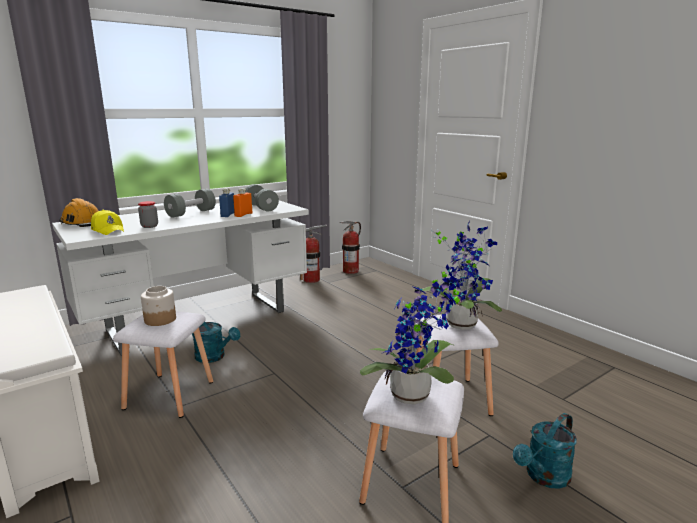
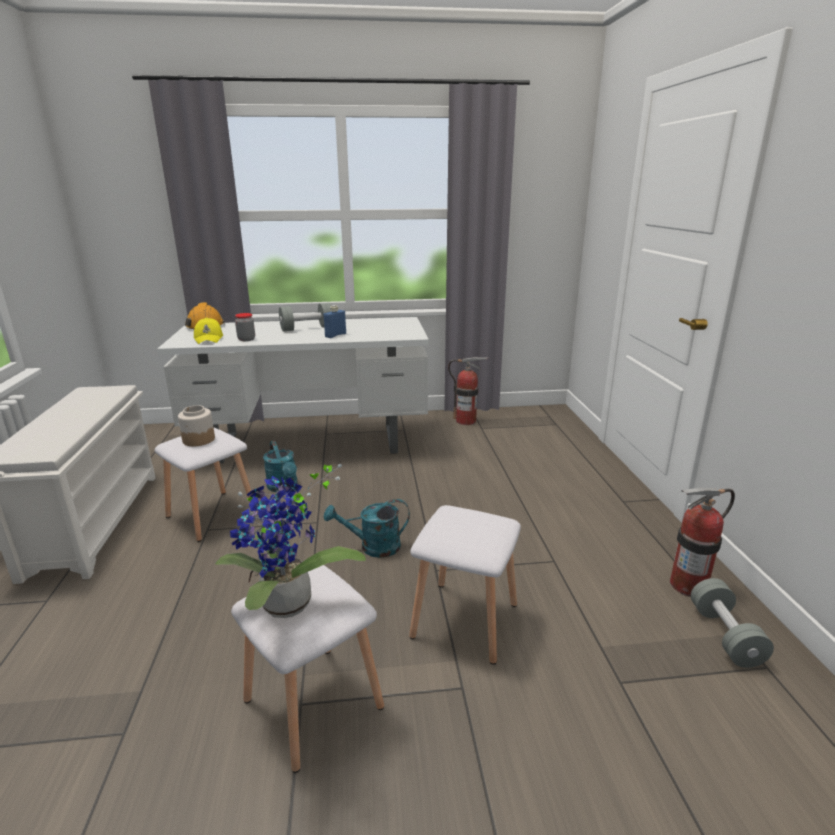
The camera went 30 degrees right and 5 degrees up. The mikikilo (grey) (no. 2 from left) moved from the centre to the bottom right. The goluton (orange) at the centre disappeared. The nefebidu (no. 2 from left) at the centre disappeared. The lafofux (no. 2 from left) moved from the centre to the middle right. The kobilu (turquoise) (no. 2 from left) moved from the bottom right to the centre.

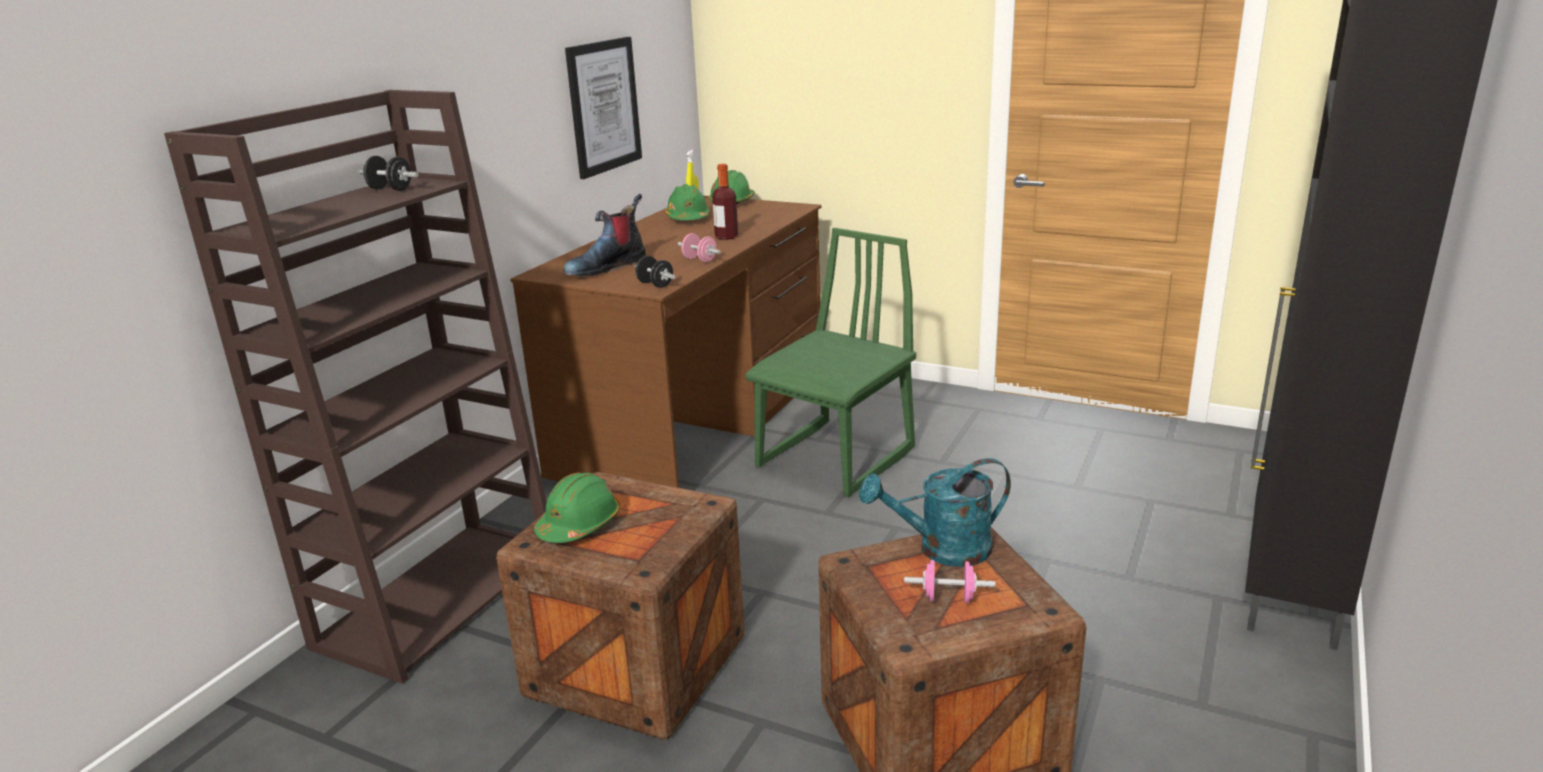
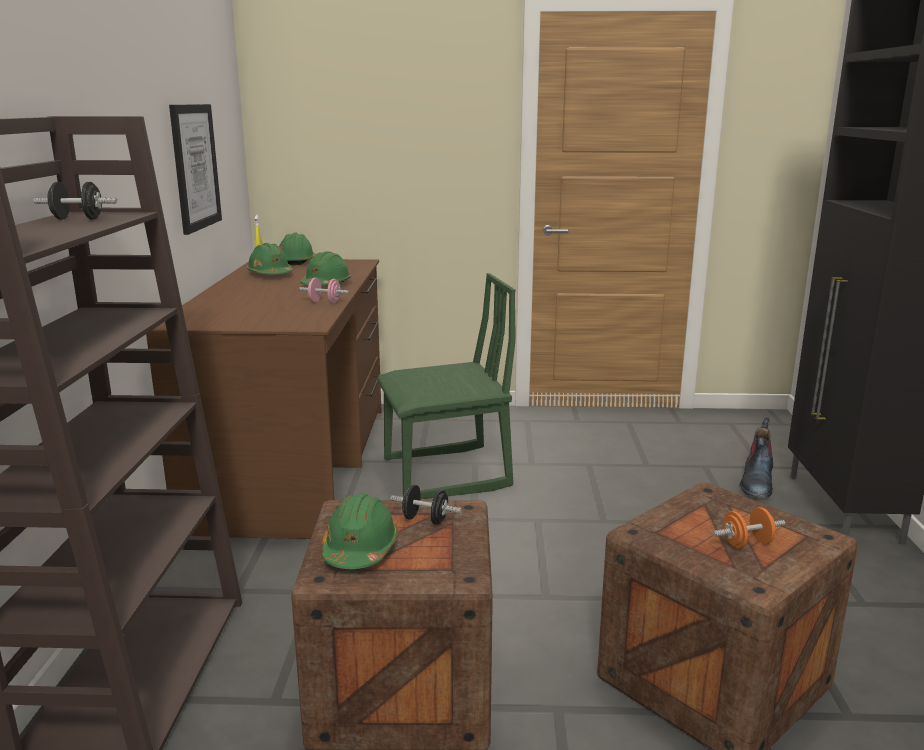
The camera went 25 degrees left and 5 degrees down. The goluton at the top centre was replaced by the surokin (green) (no. 3 from left) at the centre. The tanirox moved from the top centre to the middle right. The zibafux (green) at the centre turned 60 degrees clockwise. The mikikilo (black) (no. 2 from left) moved from the centre to the bottom centre. The kobilu (turquoise) at the centre disappeared. The mikikilo (pink) (no. 2 from left) at the bottom centre became the mikikilo (orange) at the bottom right.

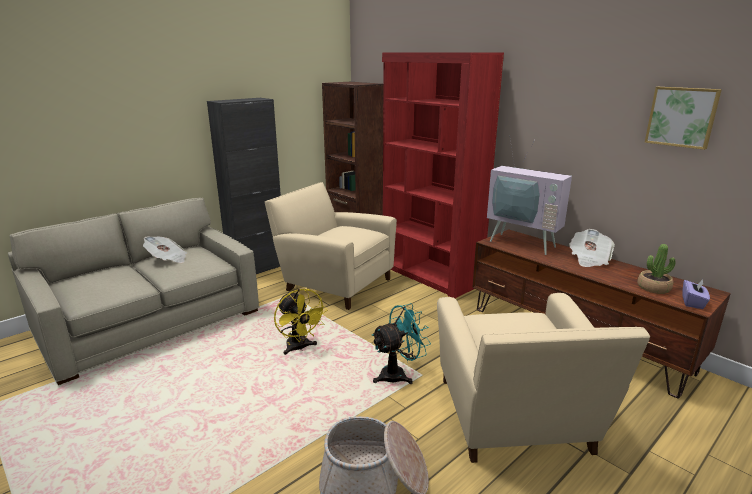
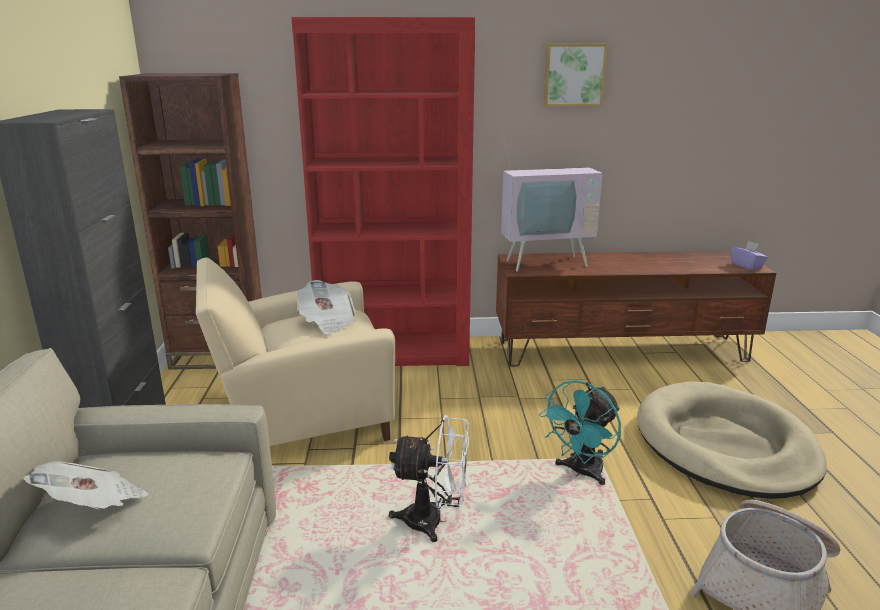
The camera went 50 degrees left and 0 degrees up. The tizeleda moved from the top right to the top centre. The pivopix (no. 2 from left) moved from the middle right to the centre. The nefebidu at the middle right disappeared. The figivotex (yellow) at the centre became the figivotex (white) at the bottom centre. The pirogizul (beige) (no. 2 from left) at the bottom right was replaced by the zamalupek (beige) at the bottom right. The figivotex (turquoise) at the bottom centre turned 150 degrees counterclockwise.

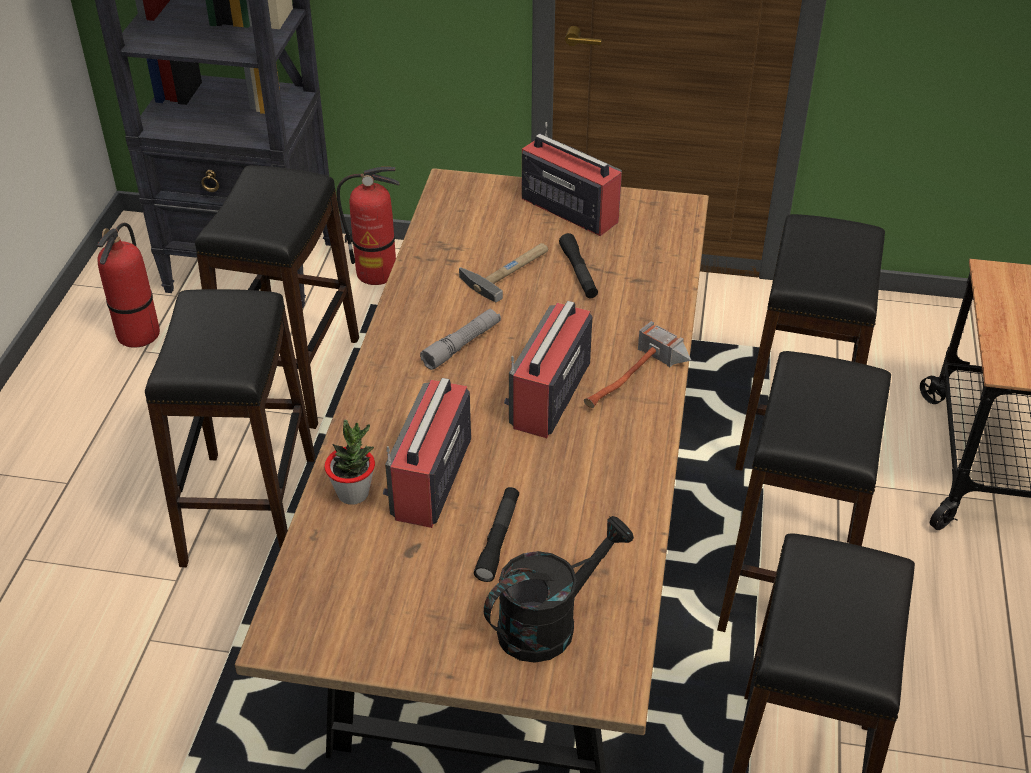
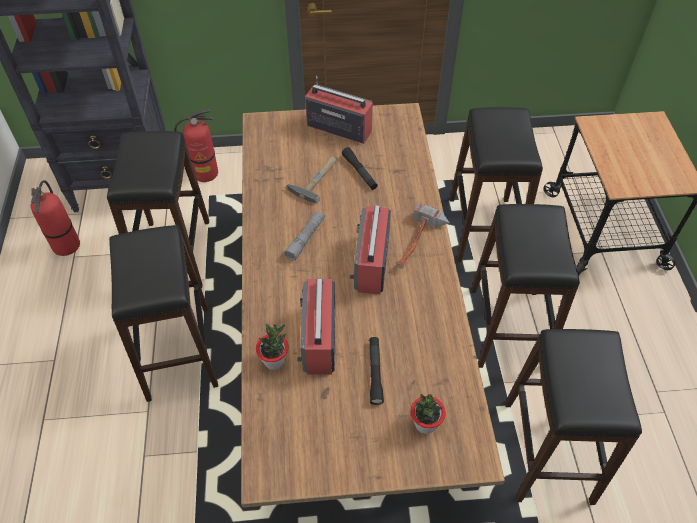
The camera went 15 degrees left and 10 degrees up. The kobilu (black) at the bottom centre was replaced by the nefebidu (no. 2 from left) at the bottom centre.

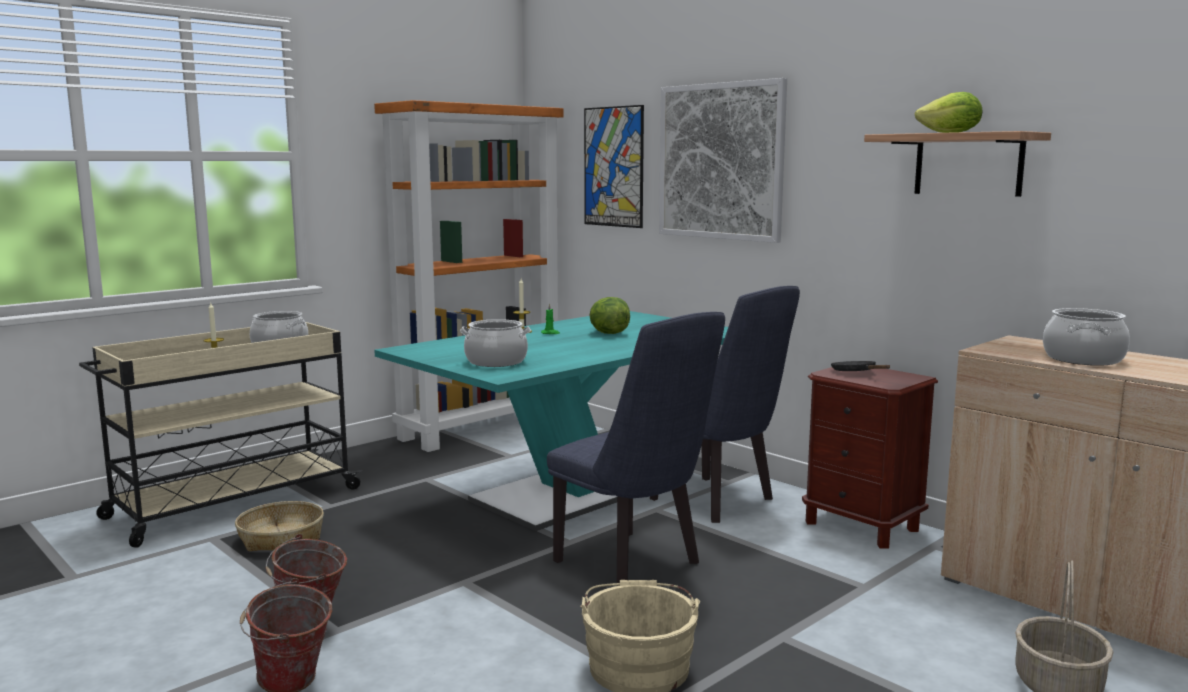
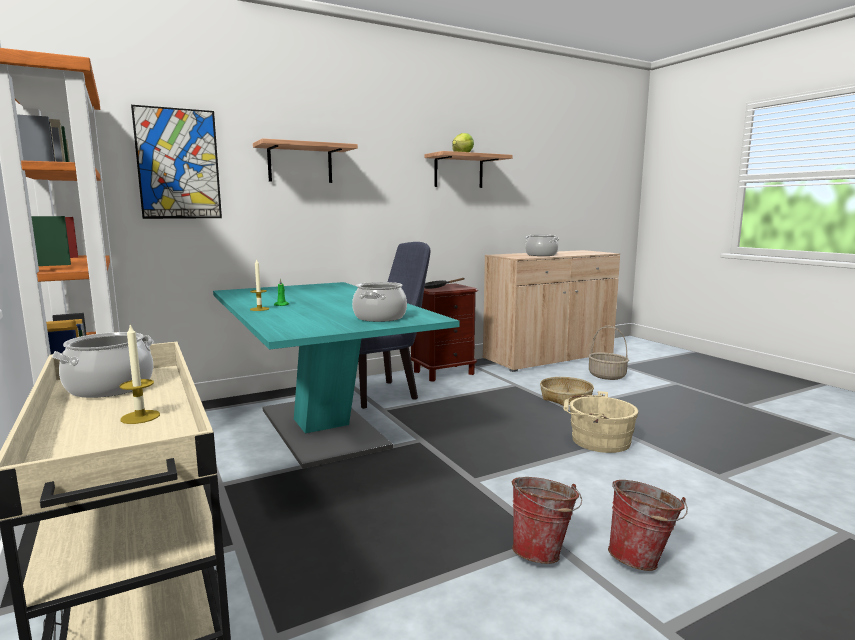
The camera went 75 degrees left and 0 degrees up. The tizeleda (no. 2 from left) at the top centre was replaced by the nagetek (no. 1 from left) at the top centre. The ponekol (no. 1 from left) at the centre disappeared. The zibafux (blue) (no. 1 from left) at the centre disappeared. The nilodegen (no. 1 from left) moved from the bottom left to the centre.

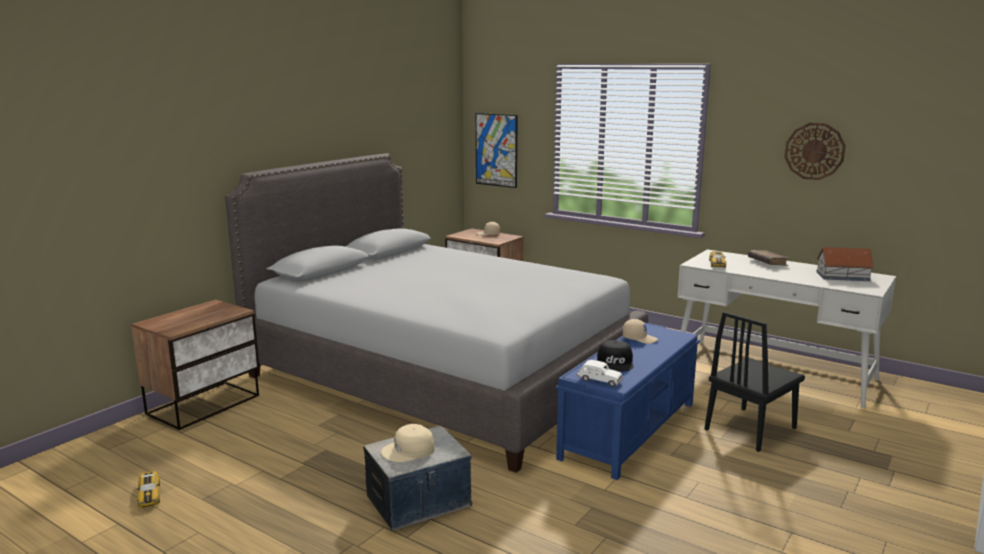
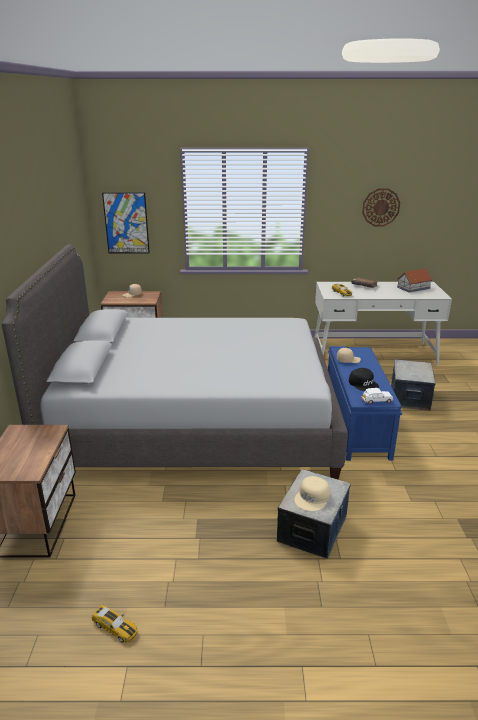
The camera went 35 degrees left and 10 degrees up. The zibafux (black) at the bottom right was replaced by the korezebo (no. 2 from left) at the middle right.

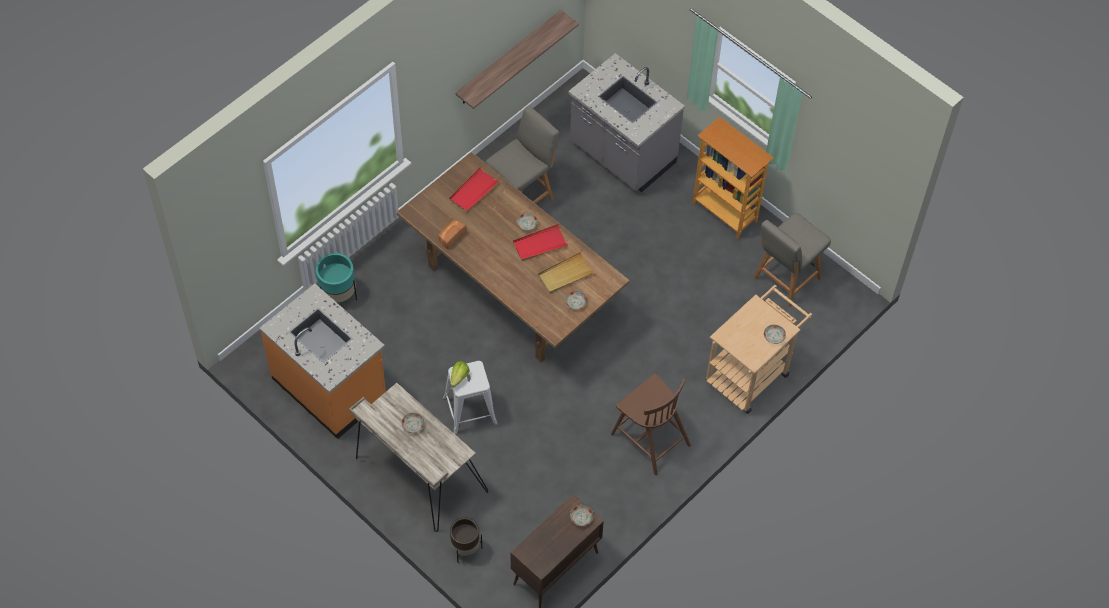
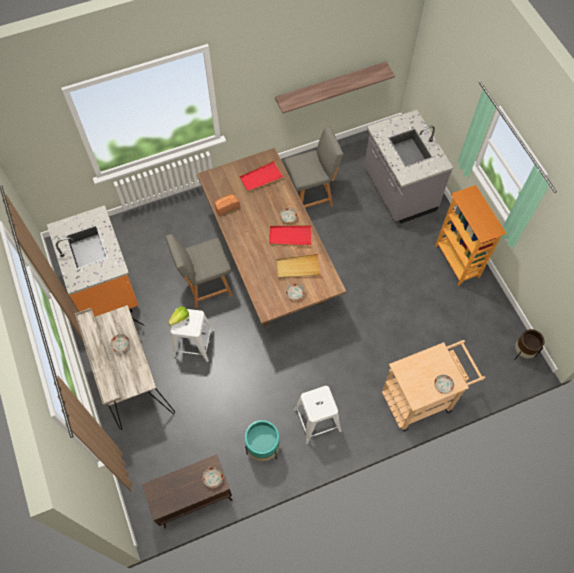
The camera went 25 degrees right and 5 degrees up. The zibafux (grey) (no. 2 from left in the first image) moved from the middle right to the centre. The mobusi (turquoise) moved from the middle left to the bottom centre. The zibafux (brown) at the bottom centre was replaced by the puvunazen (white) (no. 2 from left) at the bottom centre. The mobusi (brown) moved from the bottom centre to the middle right.

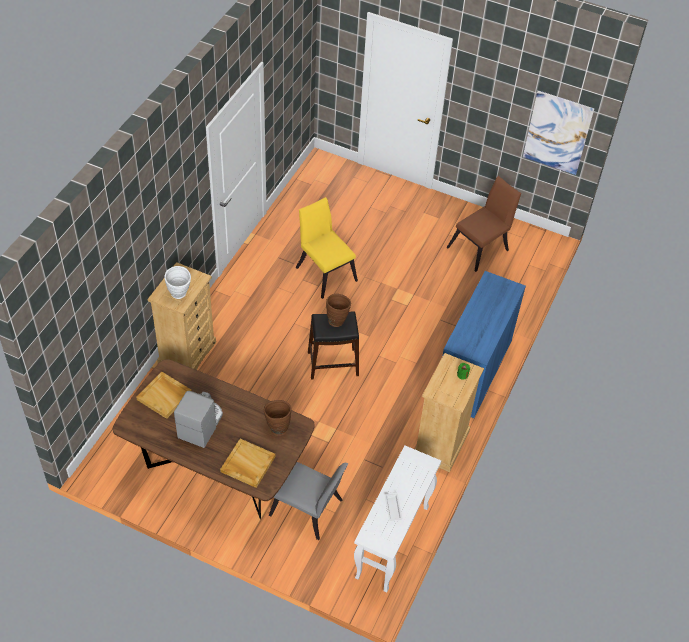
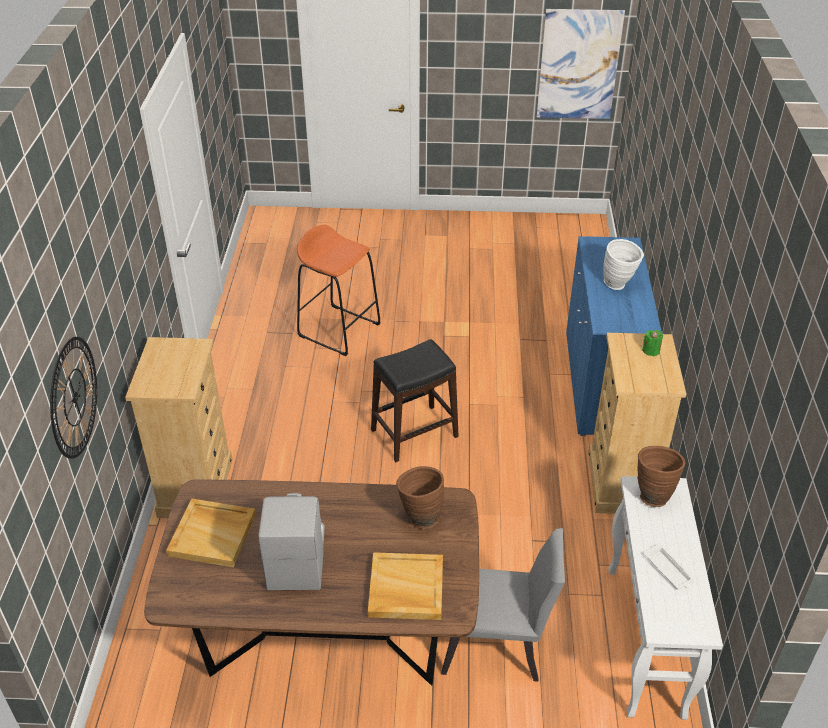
The camera went 20 degrees left and 10 degrees down. The zibafux (brown) at the middle right disappeared. The zibafux (yellow) at the centre was replaced by the puvunazen (orange) at the centre. The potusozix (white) moved from the middle left to the middle right. The potusozix (brown) (no. 2 from left) moved from the centre to the middle right. The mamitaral at the middle left appeared.

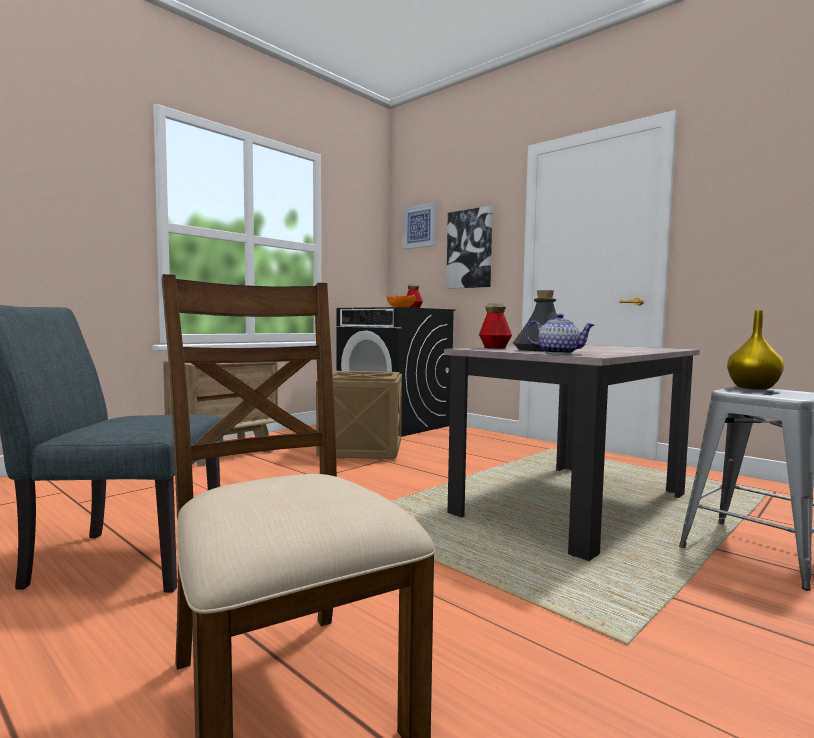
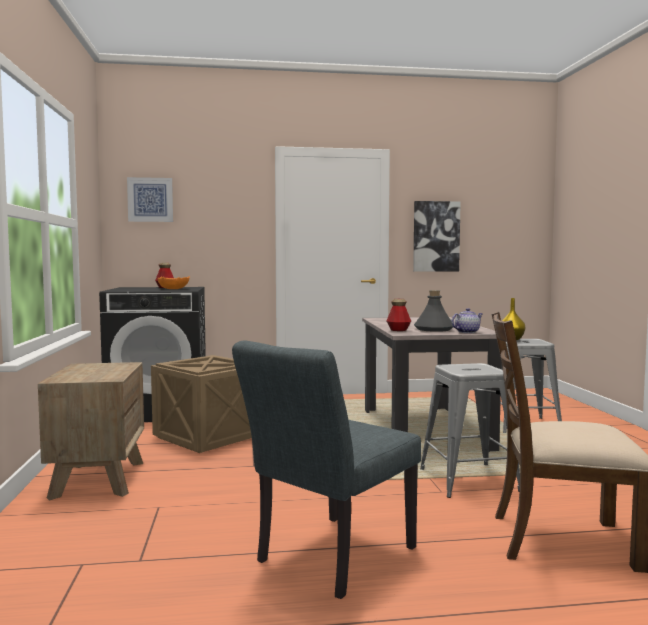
The camera went 50 degrees left and 0 degrees up. The tizeleda (no. 2 from left) moved from the centre to the middle right. The puvunazen (grey) (no. 1 from left) at the bottom right appeared.

